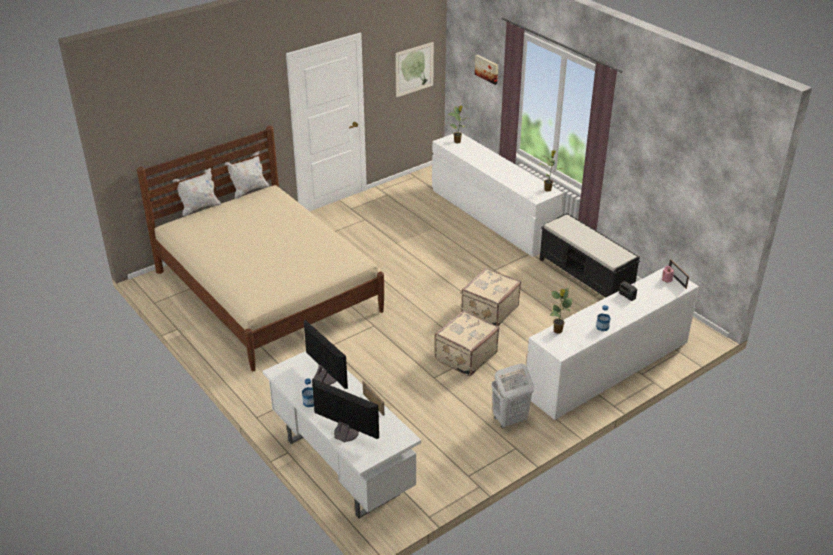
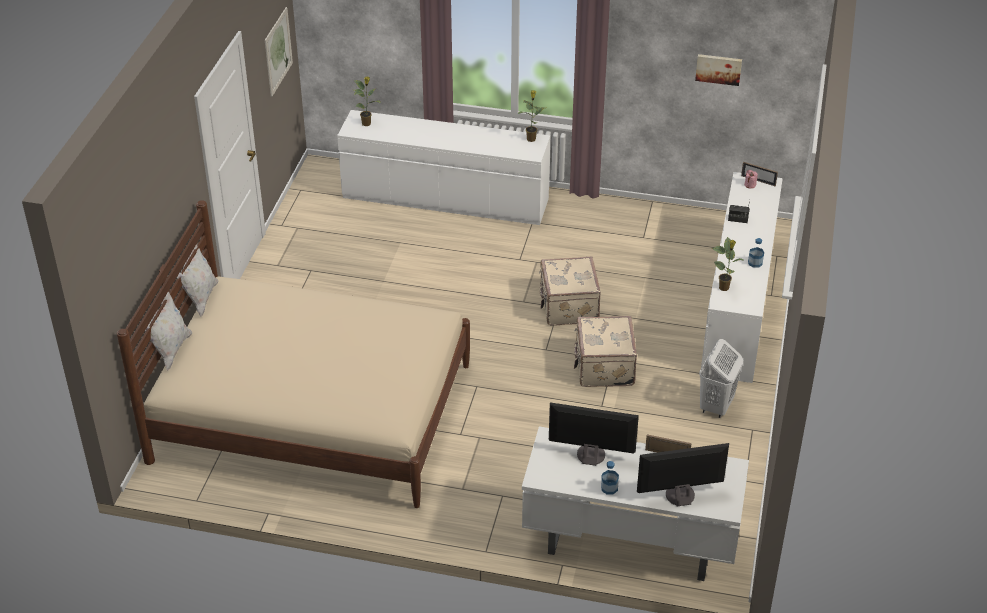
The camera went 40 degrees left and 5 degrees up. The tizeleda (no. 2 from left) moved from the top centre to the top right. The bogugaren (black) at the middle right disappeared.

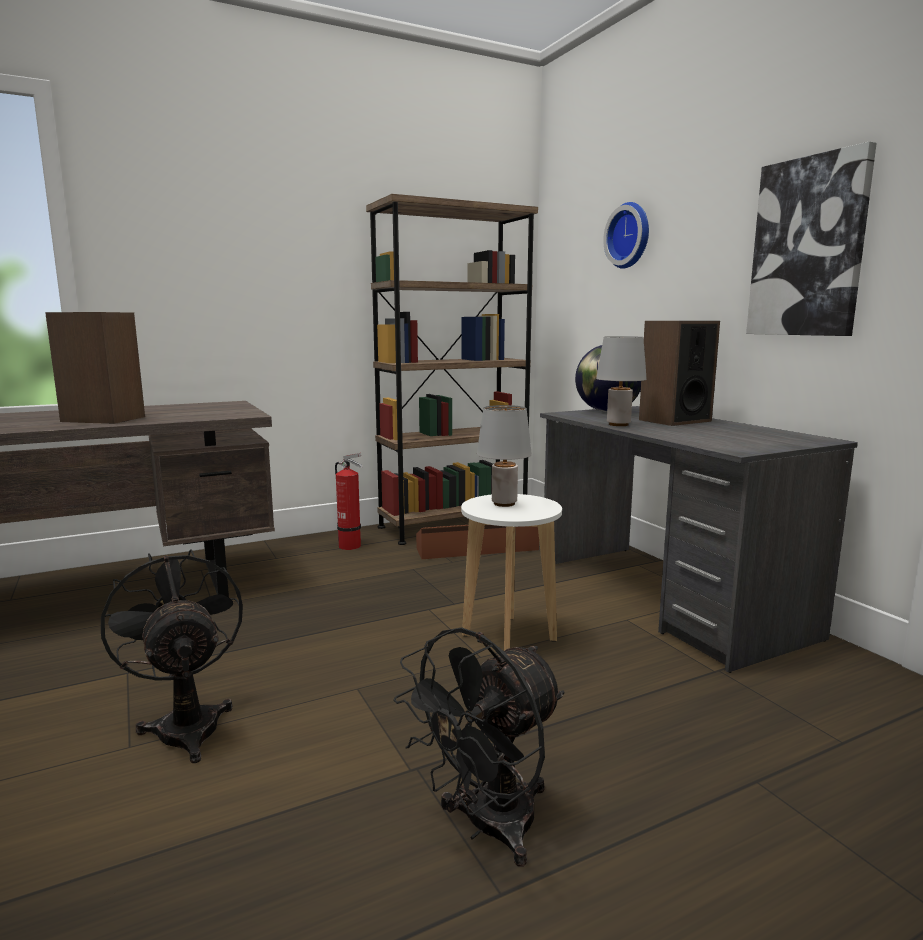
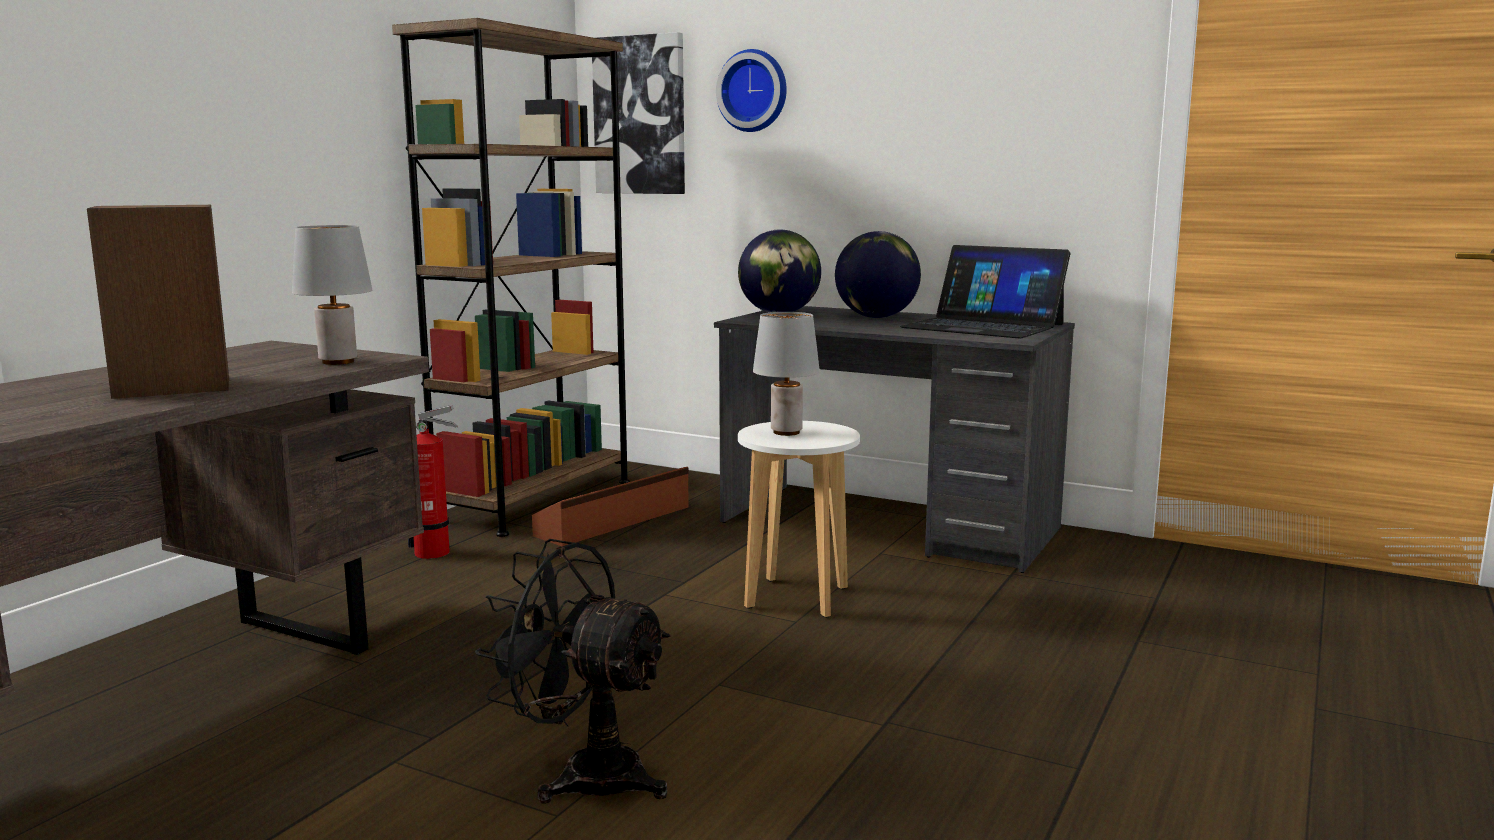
The camera went 35 degrees left and 0 degrees up. The tizeleda moved from the top right to the top centre. The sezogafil (no. 2 from left) at the middle right was replaced by the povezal (no. 2 from left) at the top centre. The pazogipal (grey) (no. 2 from left in the first image) moved from the middle right to the middle left. The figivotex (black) (no. 2 from left) at the bottom centre disappeared. The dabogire at the centre appeared.

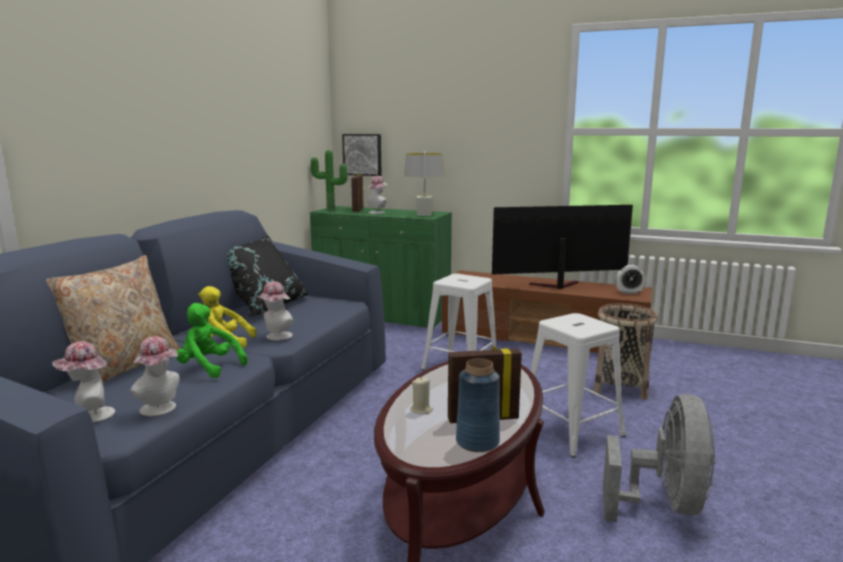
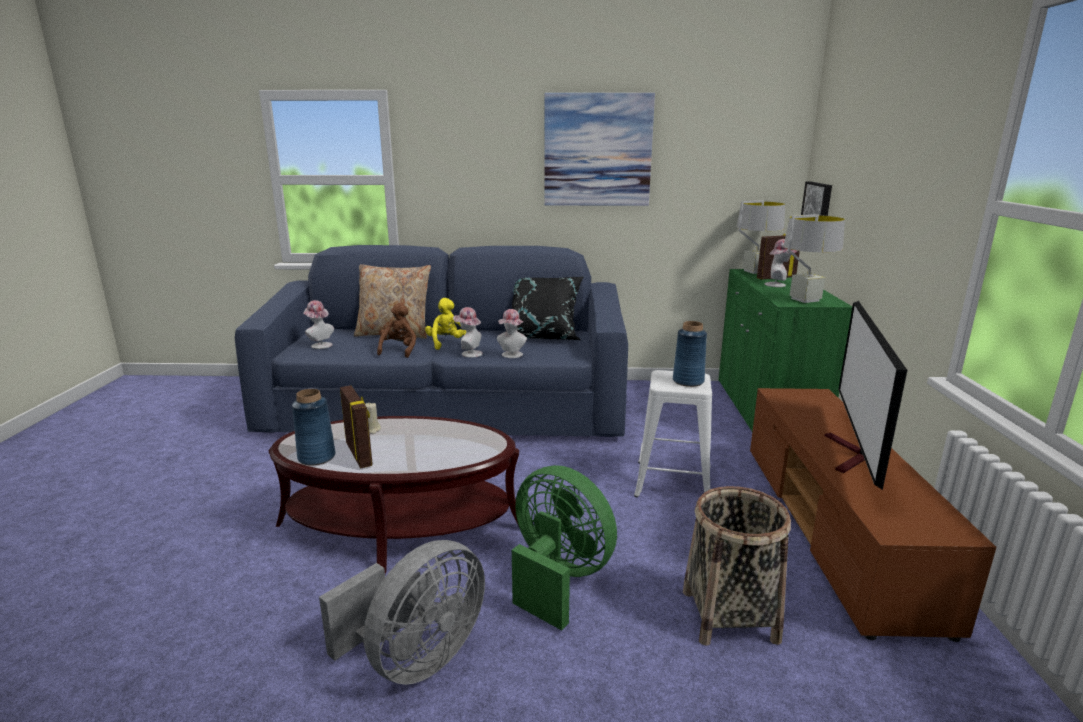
The camera went 70 degrees right and 5 degrees up. The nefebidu at the top centre was replaced by the pazogipal (grey) (no. 1 from left) at the top right. The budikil at the middle right turned 135 degrees counterclockwise. The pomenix at the middle right disappeared. The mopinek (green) at the middle left became the mopinek (brown) at the centre. The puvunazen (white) (no. 2 from left) at the bottom right was replaced by the figivotex (green) at the bottom centre. The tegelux (no. 2 from left in the first image) moved from the bottom left to the centre. The figivotex (grey) at the bottom right turned 45 degrees counterclockwise. The tizeleda (no. 1 from left) at the top centre appeared. The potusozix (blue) (no. 2 from left) at the centre appeared.

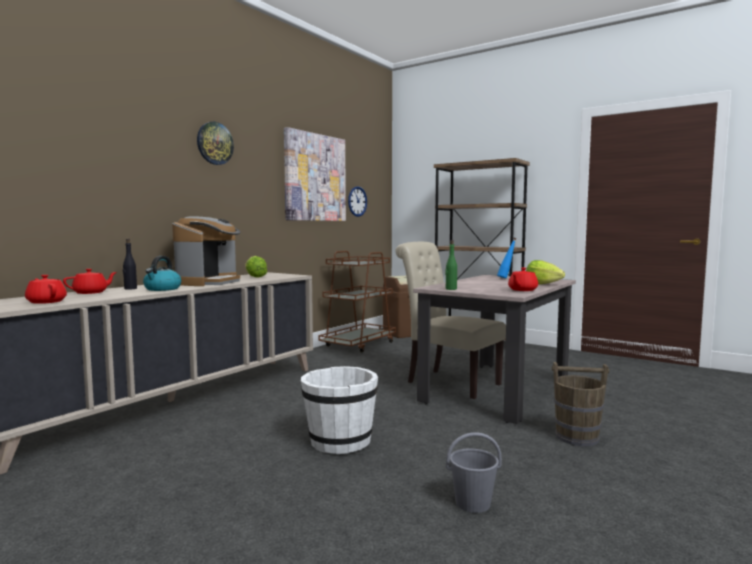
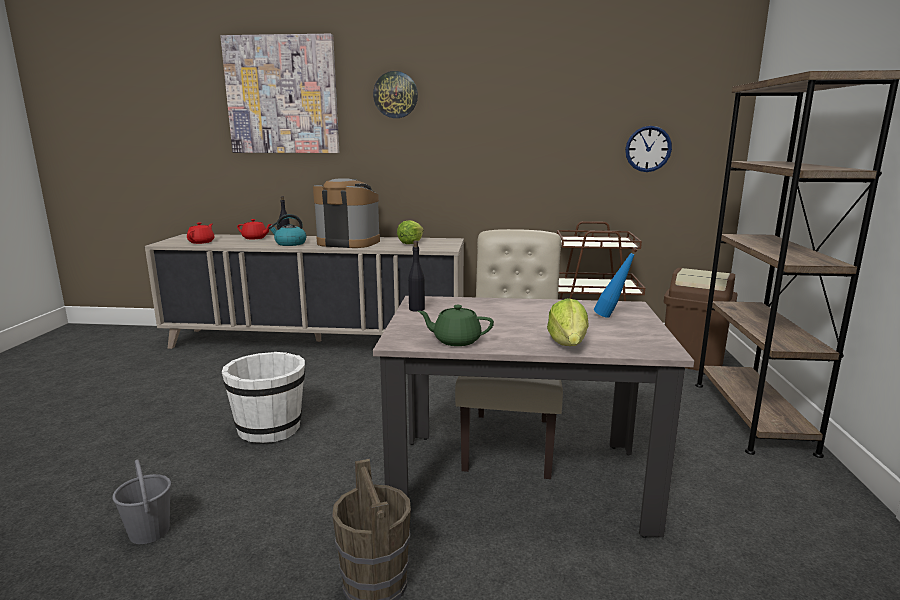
The camera went 60 degrees right and 10 degrees up. The tizeleda moved from the top centre to the top left. The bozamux at the middle left turned 150 degrees counterclockwise. The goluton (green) at the centre became the goluton (black) (no. 2 from left) at the centre. The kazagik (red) (no. 3 from left) at the middle right became the kazagik (green) at the centre.

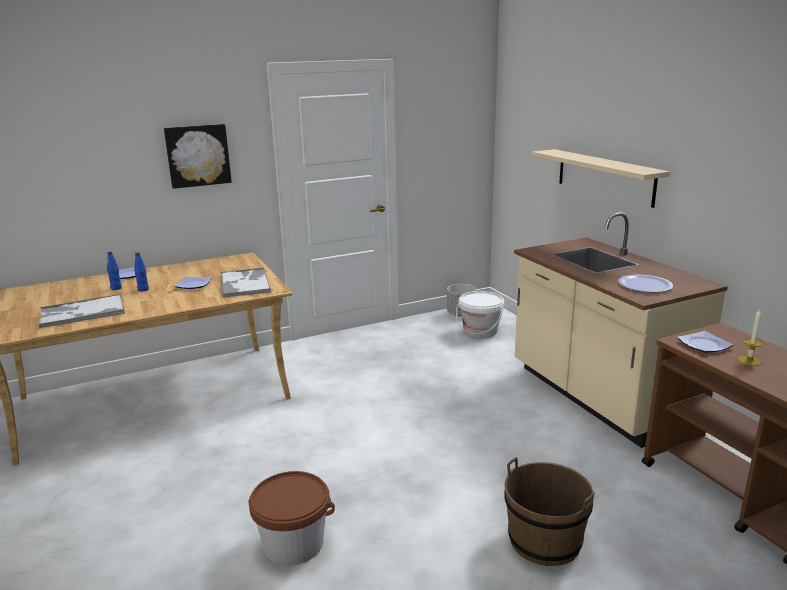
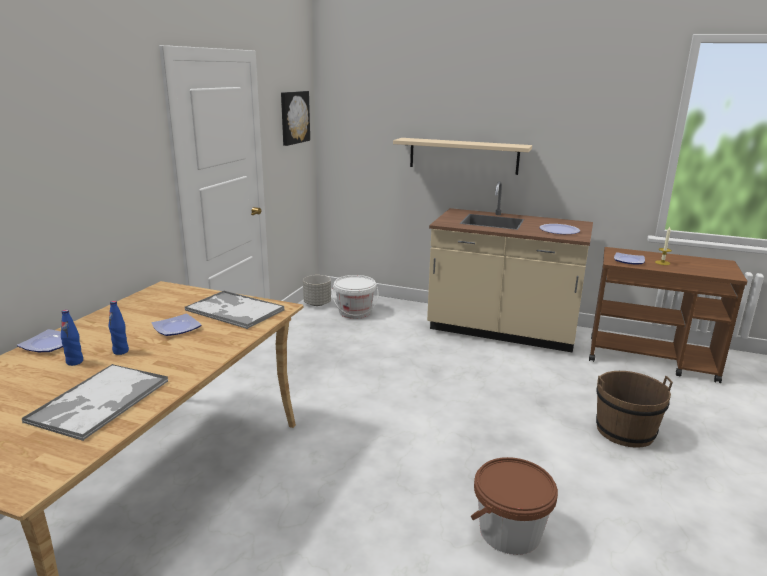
The camera went 45 degrees left and 0 degrees up. The tizeleda moved from the top left to the top centre.

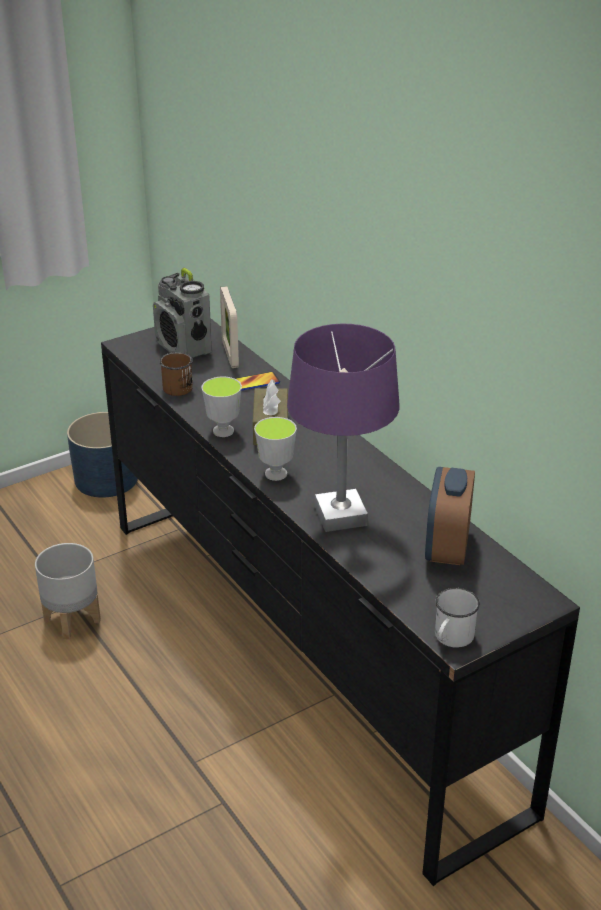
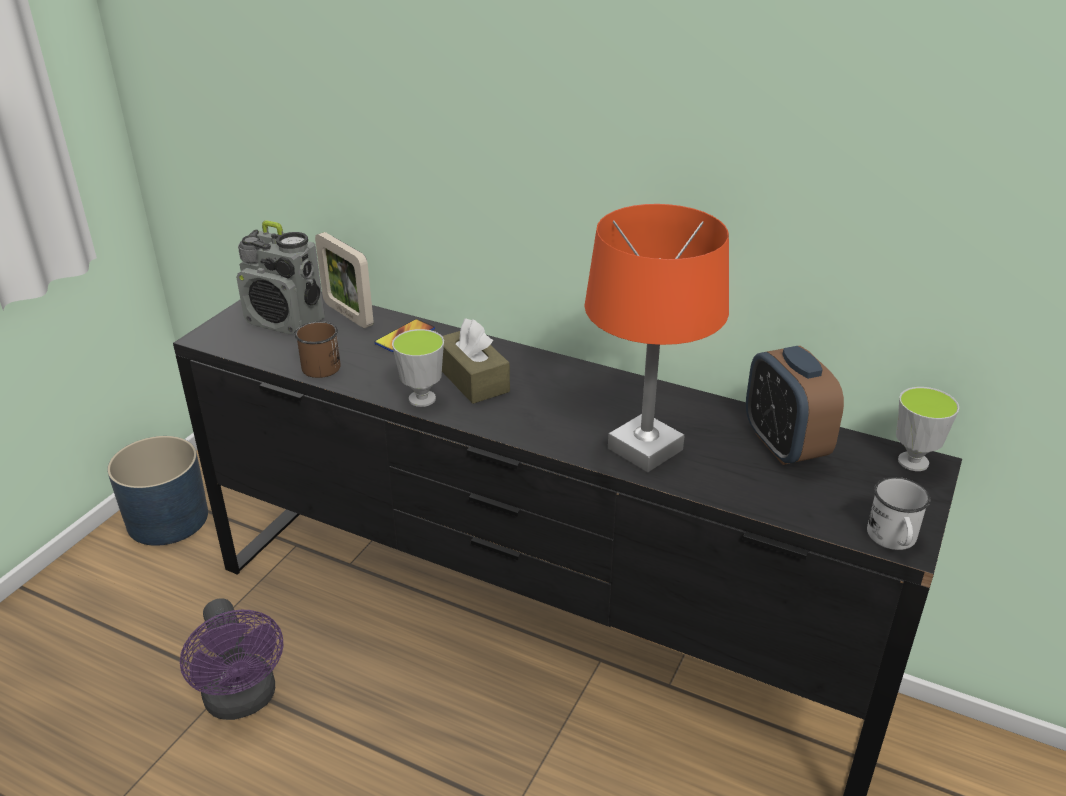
The camera went 30 degrees left and 0 degrees up. The pazogipal (purple) at the centre became the pazogipal (orange) at the centre. The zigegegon (no. 2 from left) moved from the centre to the middle right. The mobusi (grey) at the middle left was replaced by the figivotex (purple) at the bottom left.

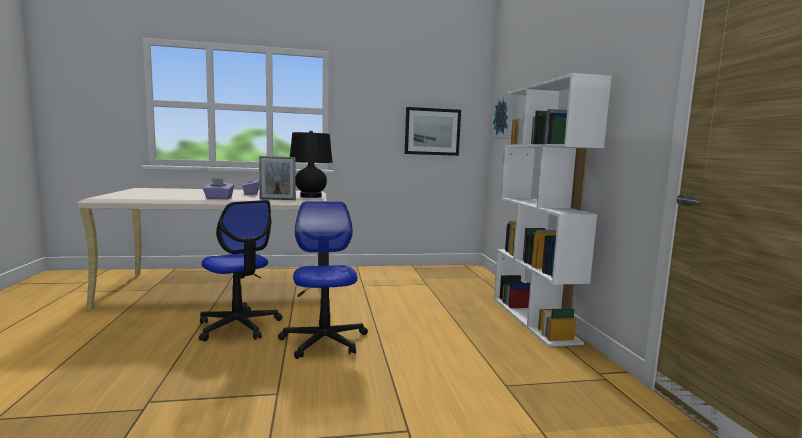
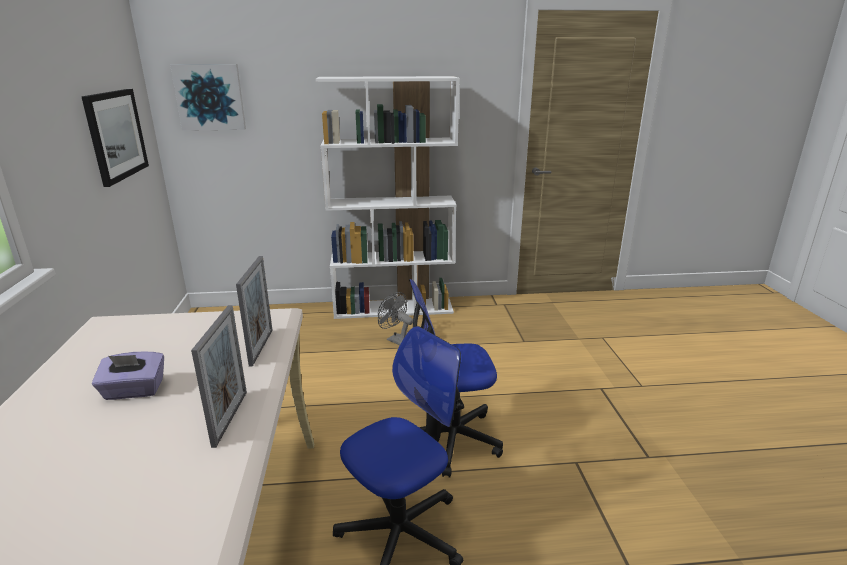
The camera went 85 degrees left and 15 degrees up. The pazogipal (black) at the centre disappeared. The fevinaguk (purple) (no. 1 from left) at the middle left was replaced by the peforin (no. 1 from left) at the middle left. The figivotex (grey) at the centre appeared.

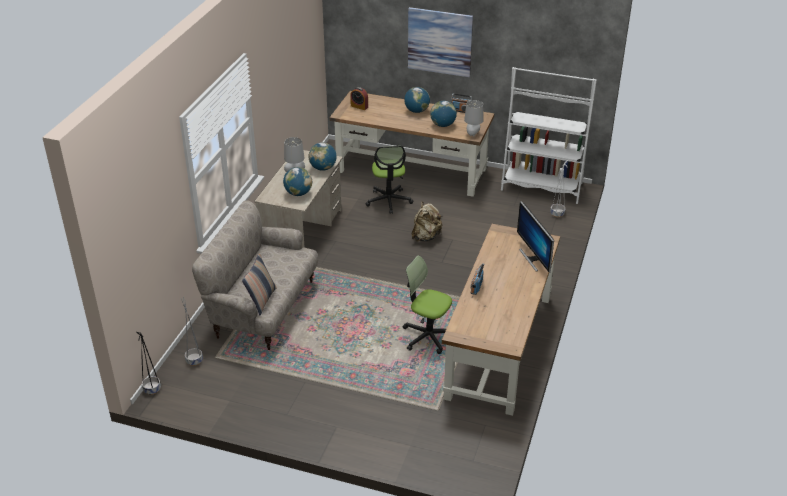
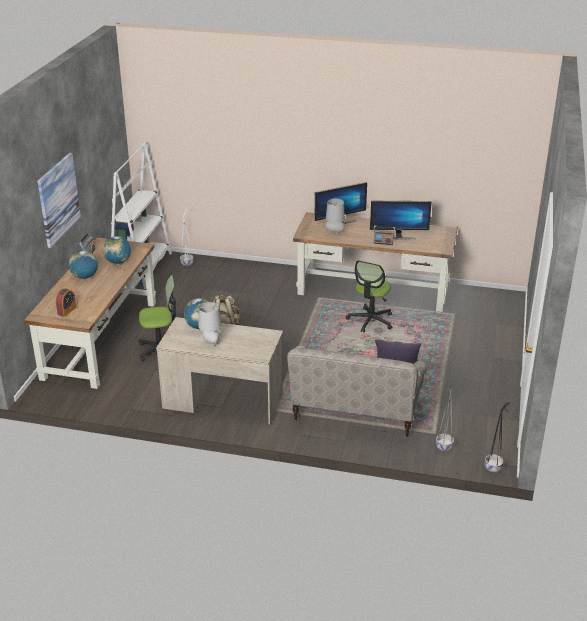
The camera went 95 degrees left and 5 degrees down. The pazogipal (grey) (no. 2 from left) moved from the top centre to the centre. The povezal (no. 1 from left) at the centre disappeared. The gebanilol (no. 2 from left) at the middle right appeared.

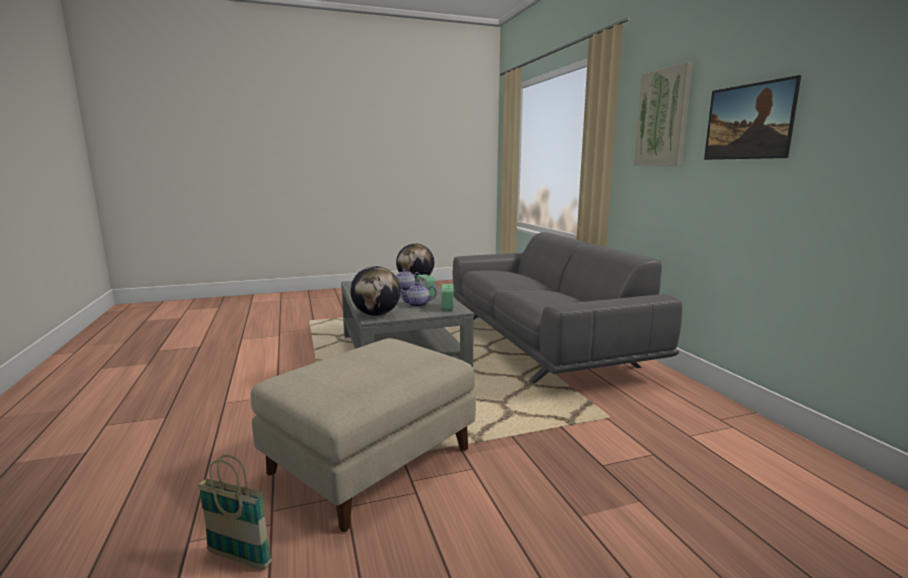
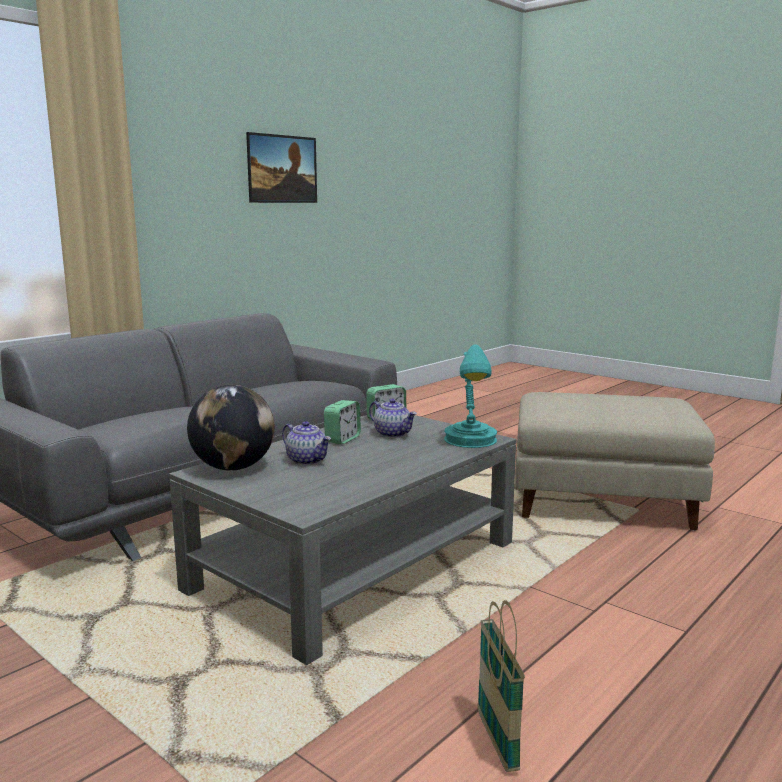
The camera went 120 degrees left and 0 degrees up. The tizeleda (no. 1 from left) at the top right disappeared. The povezal (no. 1 from left) at the centre was replaced by the pazogipal (turquoise) at the centre. The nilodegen moved from the bottom left to the bottom centre.

